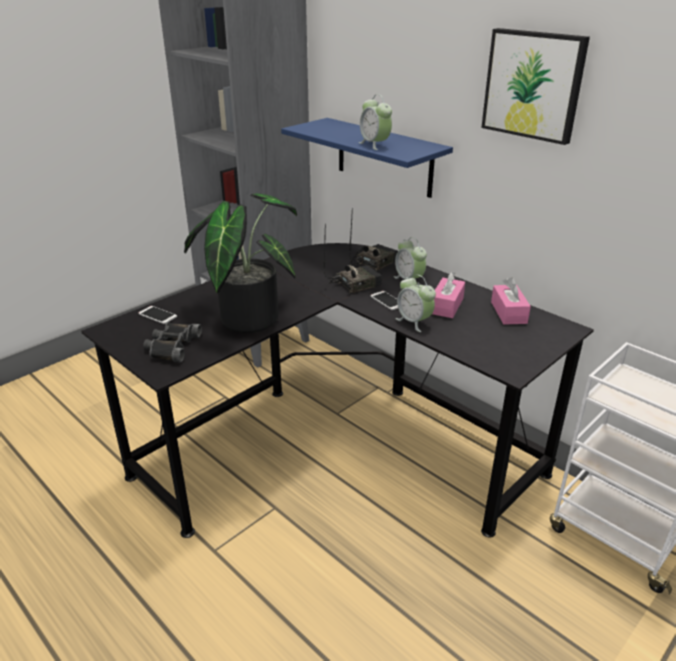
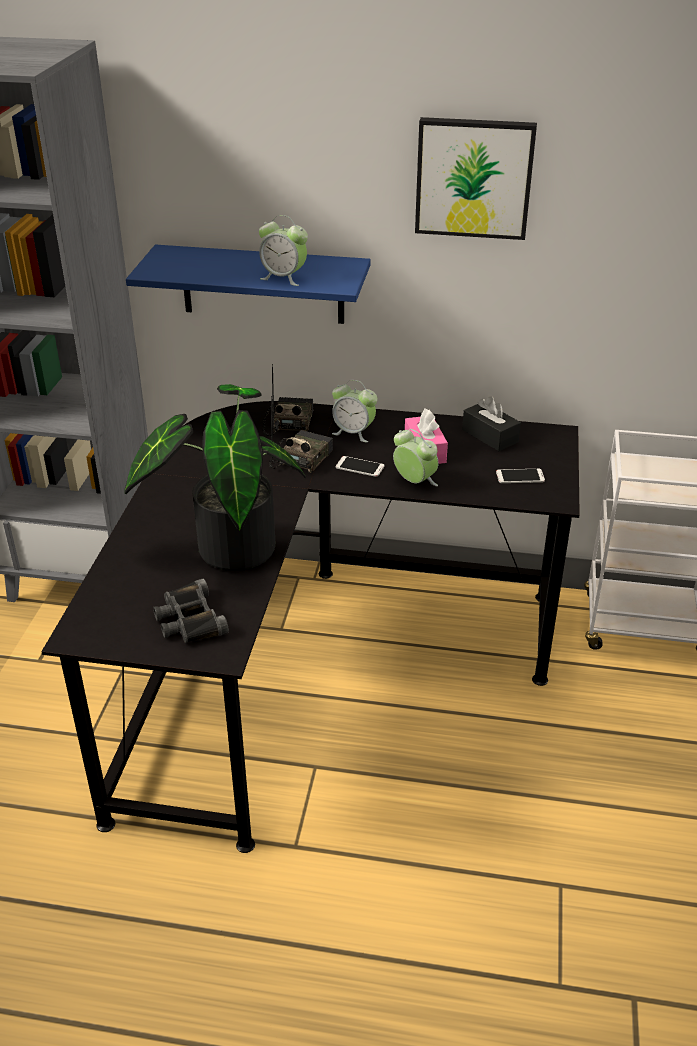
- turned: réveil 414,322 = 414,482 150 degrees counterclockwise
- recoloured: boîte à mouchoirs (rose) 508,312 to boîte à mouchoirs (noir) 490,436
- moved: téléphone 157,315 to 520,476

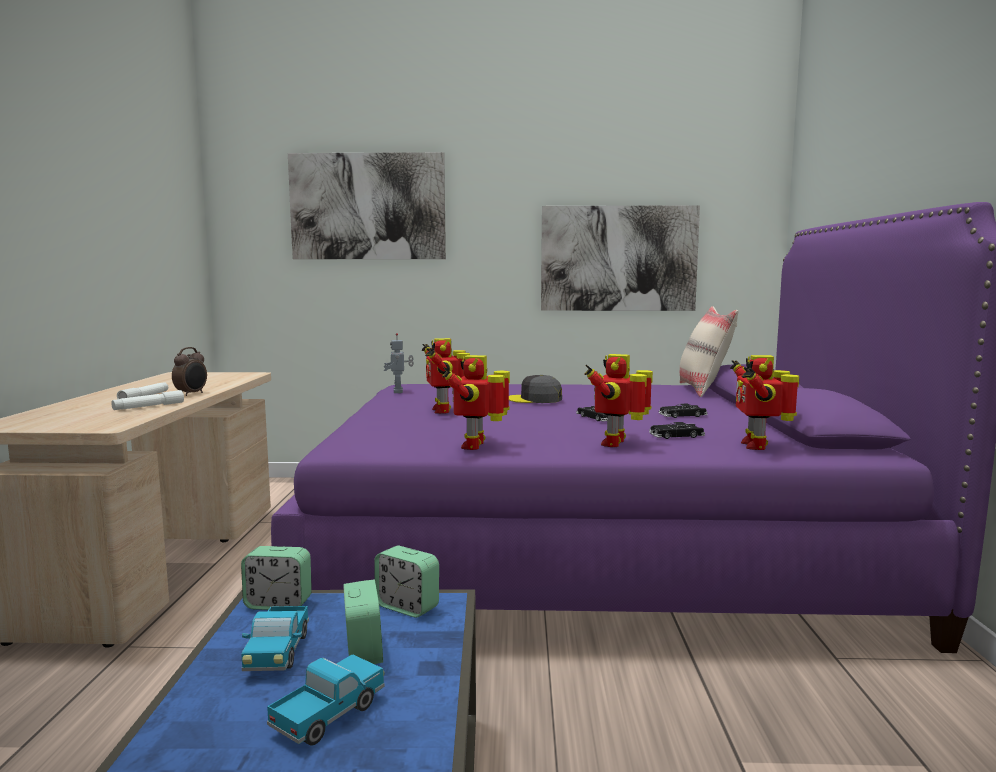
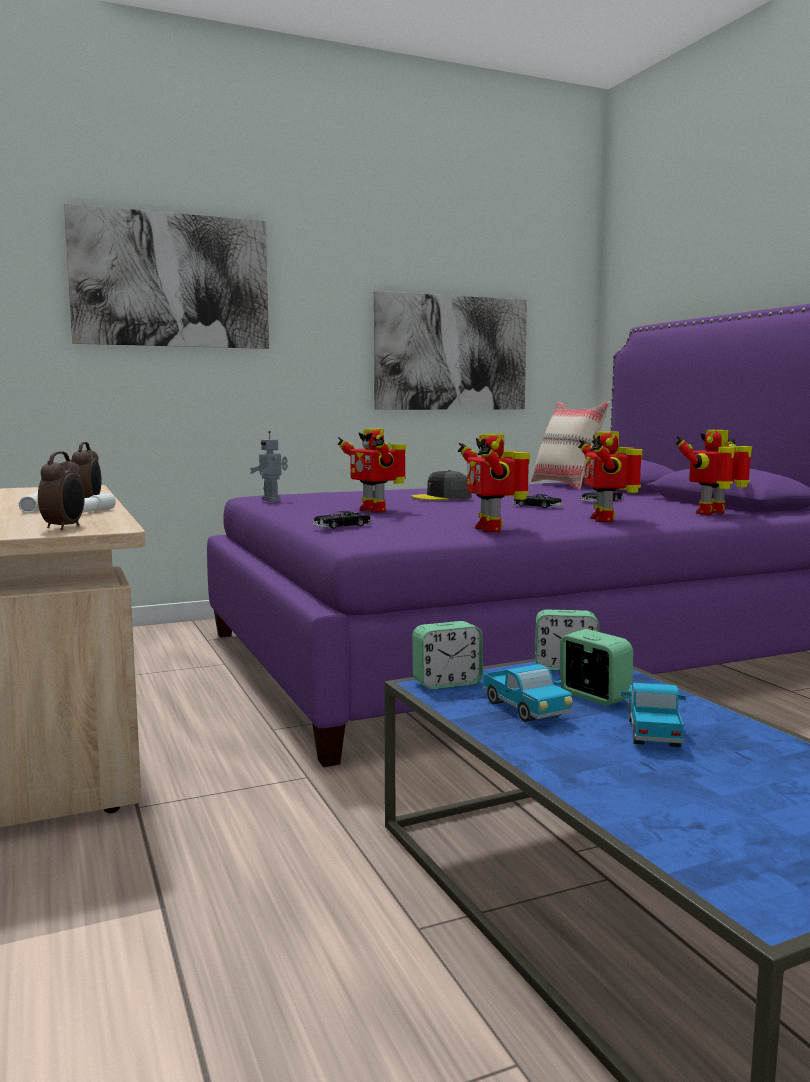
- added: réveil 65,528
- moved: petite voiture (noir) 676,436 to 342,526
- turned: robot jouet 757,445 = 713,513 75 degrees clockwise

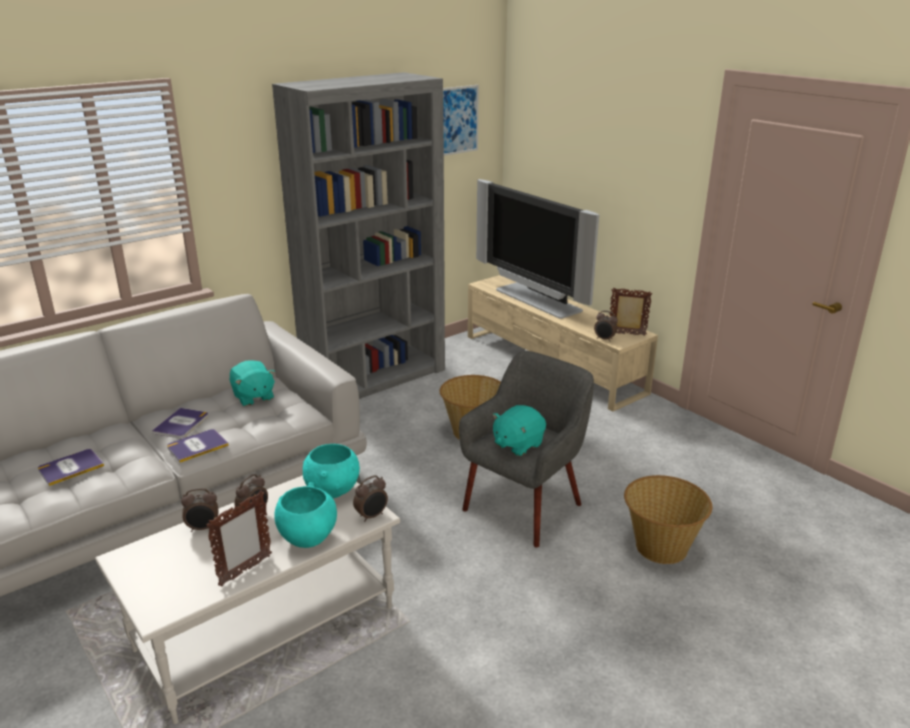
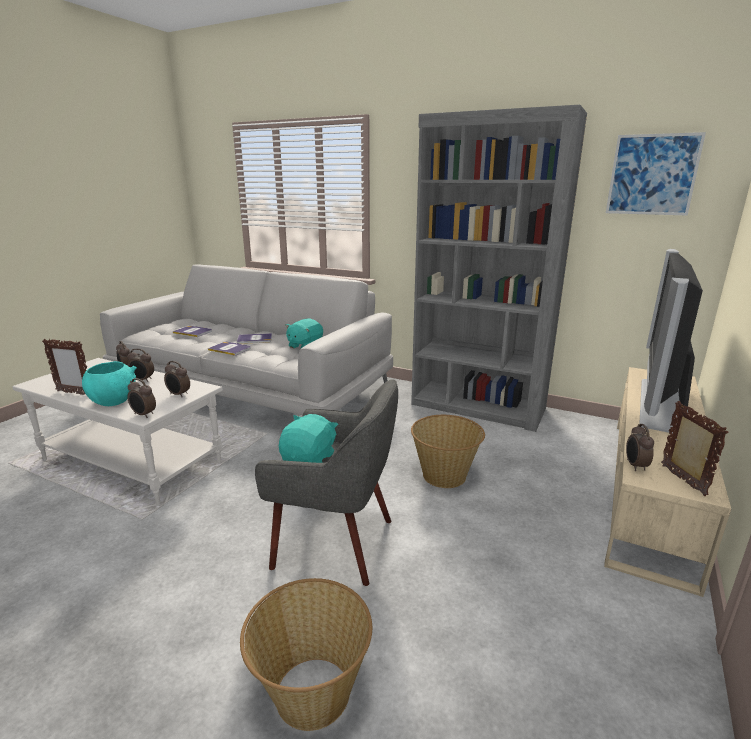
- replaced: bol (turquoise) 333,491 to réveil 178,395
- turned: peluche (turquoise) 517,444 = 309,459 90 degrees clockwise

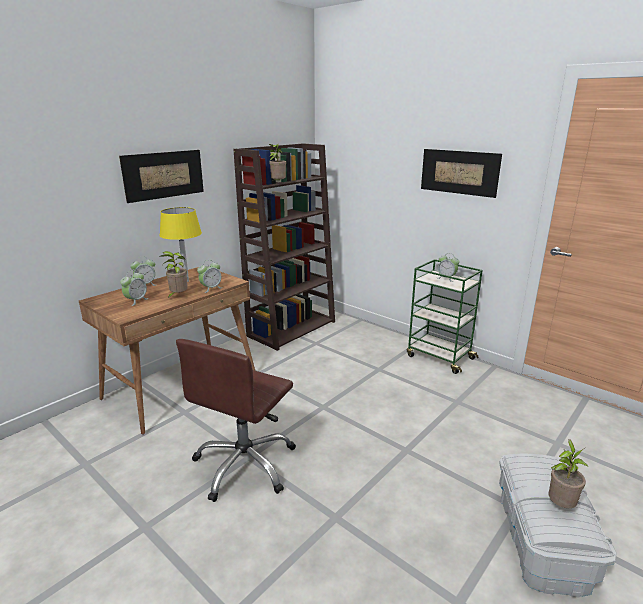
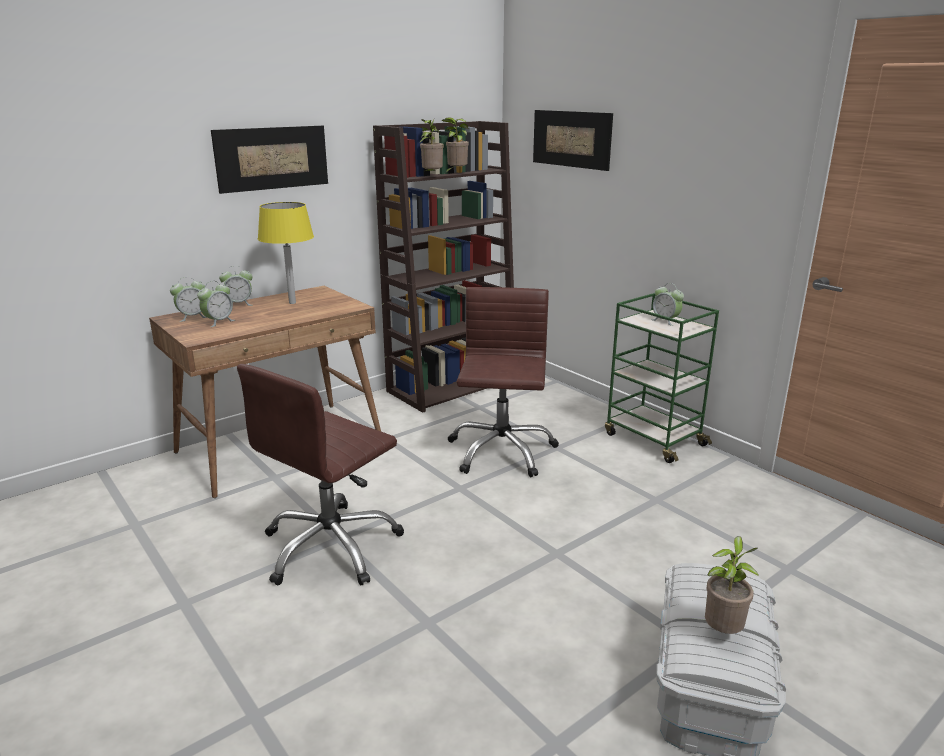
- moved: réveil 211,288 to 192,317
- moved: plante en pot 178,296 to 456,173
- added: chaise de bureau (marron) 501,451
- moved: tableau 459,172 to 571,139

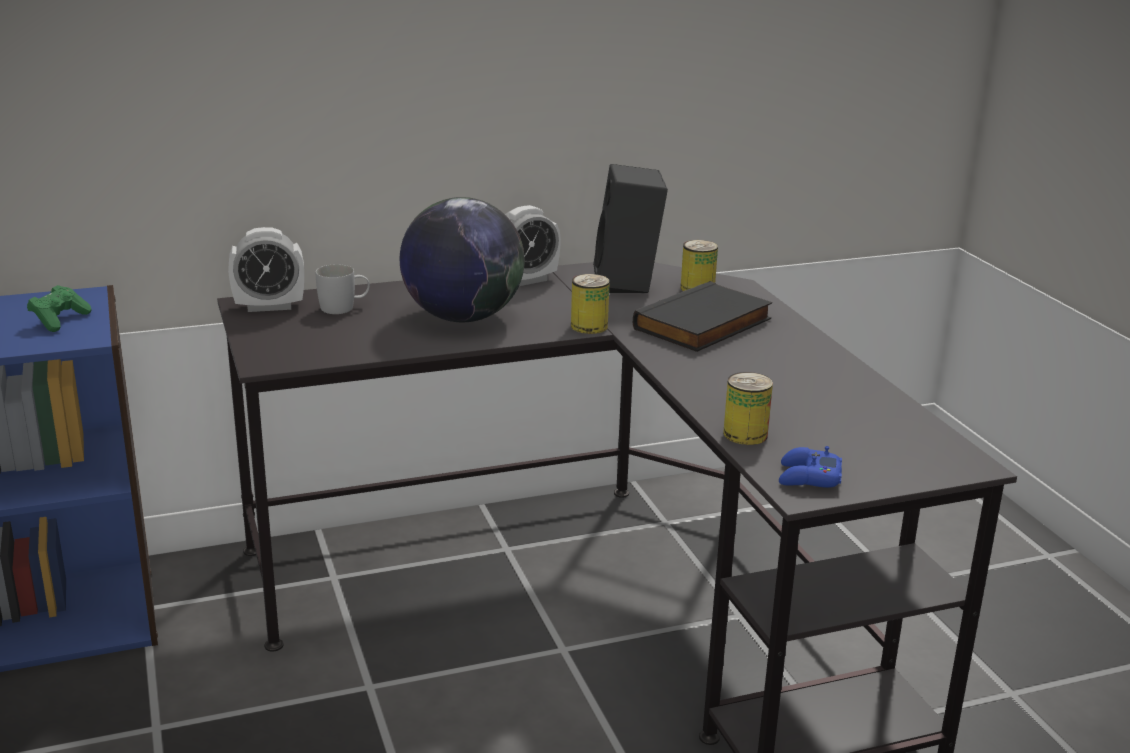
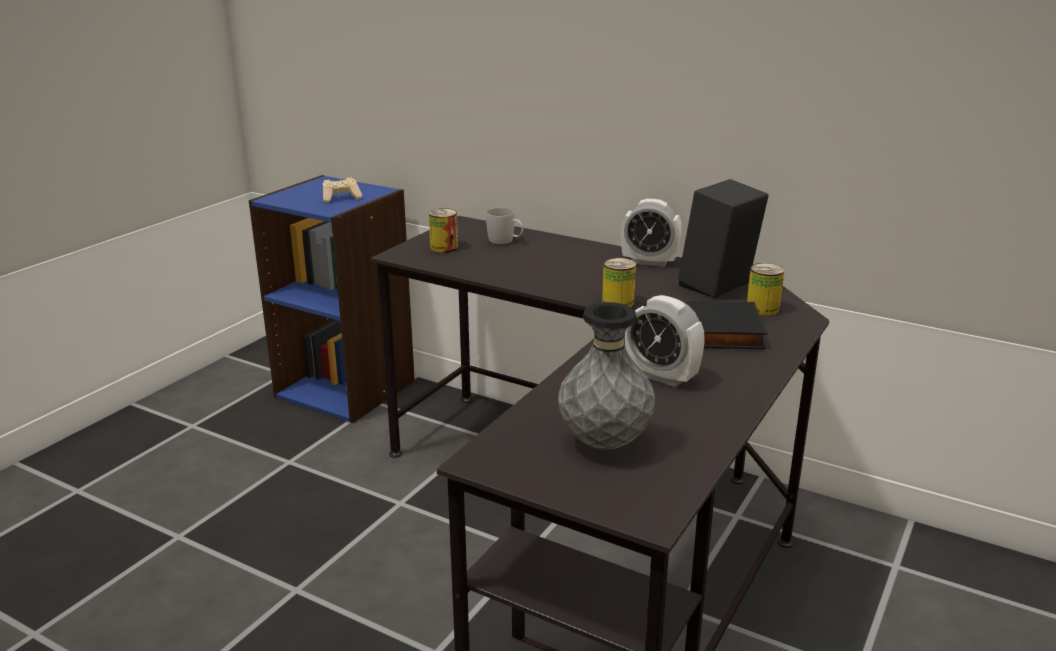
- recoloured: manette (vert) 59,320 to manette (beige) 341,198
- moved: boîte métallique 745,434 to 444,247
- added: vase (gris) 605,443
- moved: réveil 269,306 to 661,376
- removed: globe 462,317
- removed: manette (bleu) 808,477

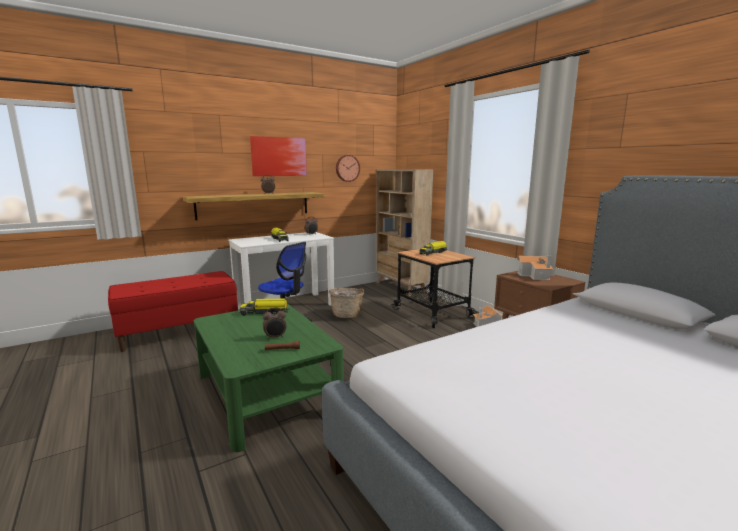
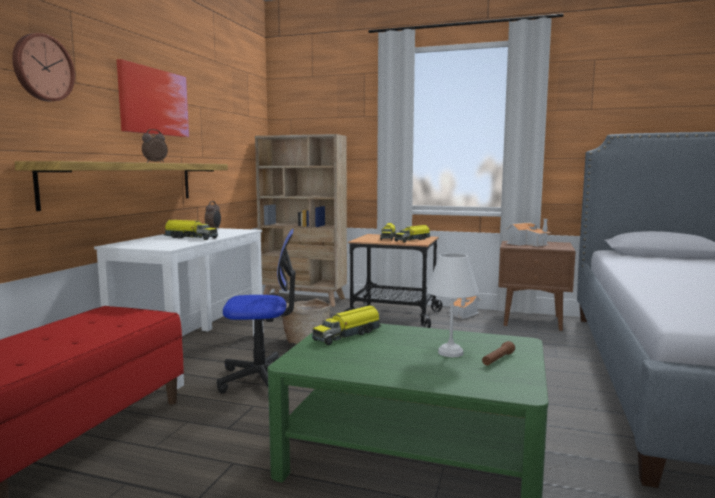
- moved: horloge murale 347,168 to 42,68
- added: camion jouet 412,240
- replaced: réveil 275,337 to lampe de table (blanc) 449,352

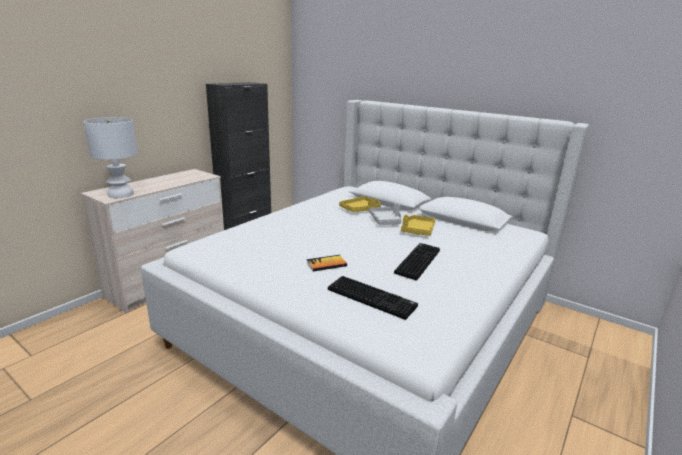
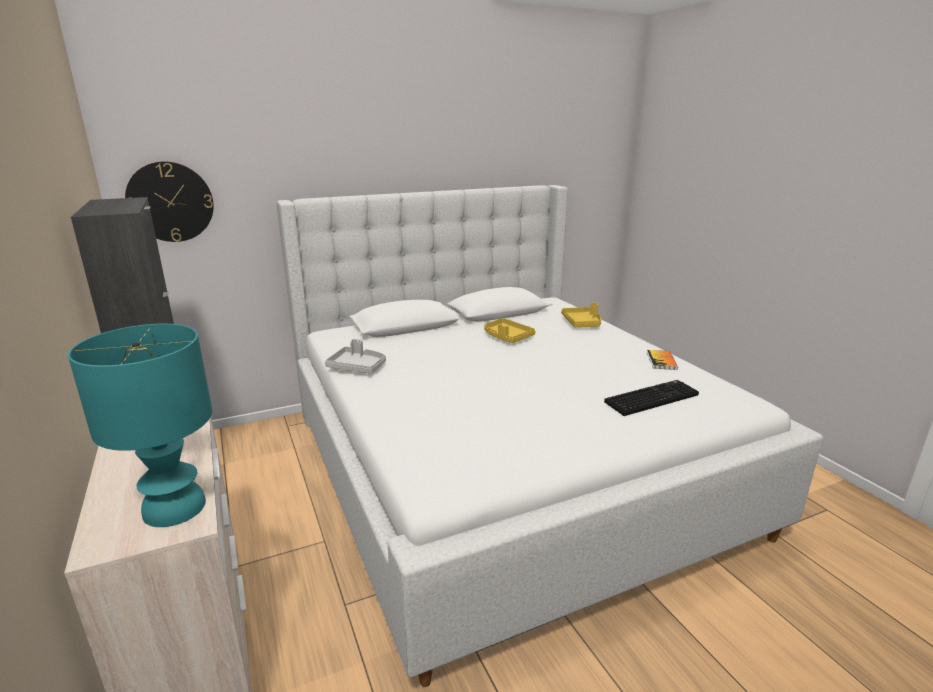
- recoloured: lampe de table (blanc) 121,194 to lampe de table (turquoise) 174,507
- added: horloge murale 170,202
- moved: plateau (gris) 386,220 to 357,367
- moved: plateau (jaune) 360,209 to 582,323
- moved: livre 326,264 to 661,361
- removed: clavier 417,261

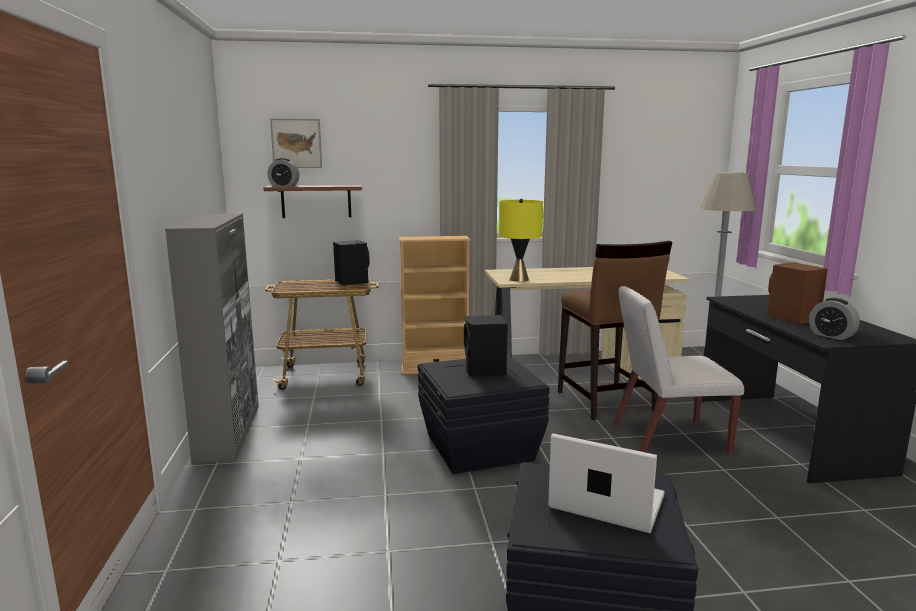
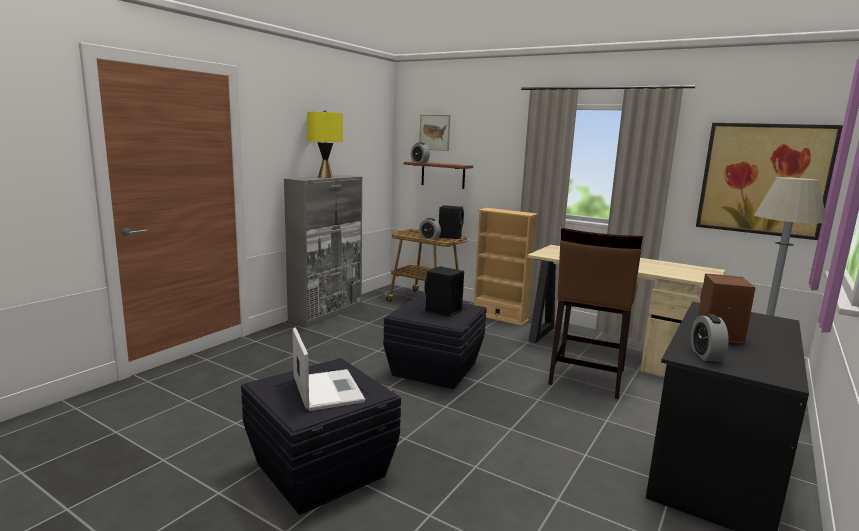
- moved: lampe de table (jaune) 519,279 to 325,177
- added: réveil 429,238
- added: tableau 763,179
- removed: chaise (blanc) 668,439

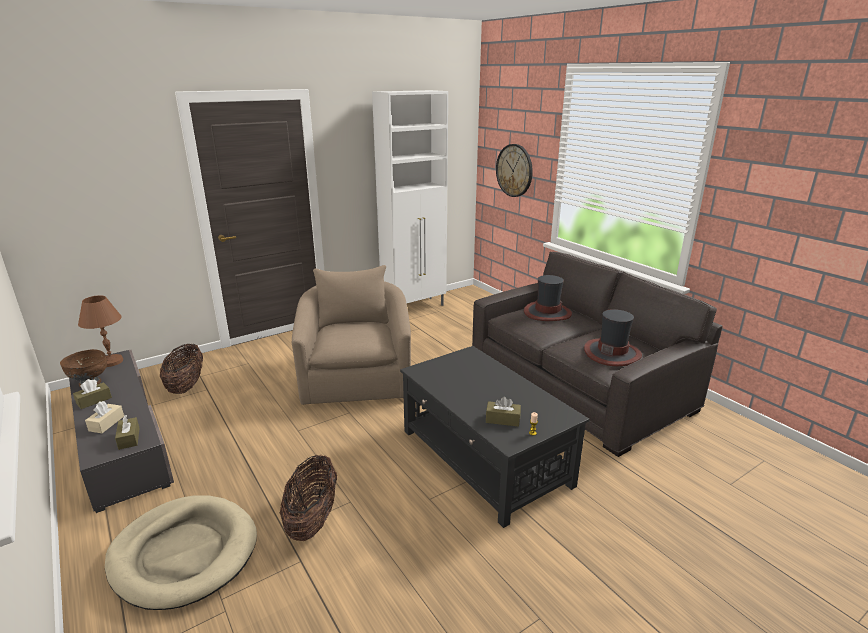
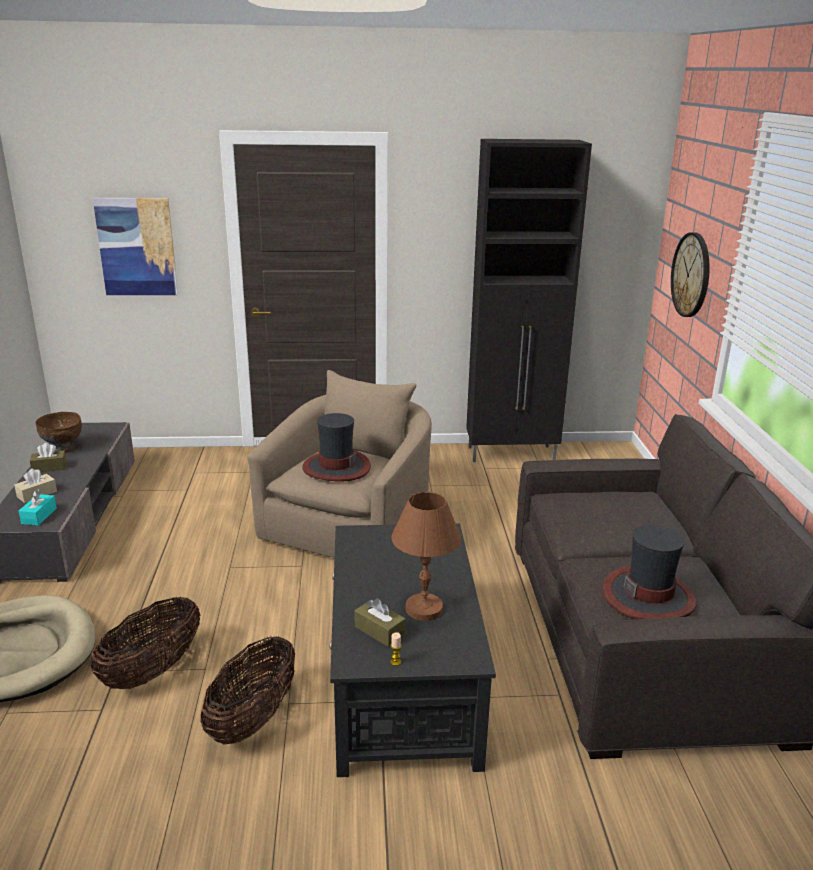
- recoloured: boîte à mouchoirs (marron) 129,438 to boîte à mouchoirs (turquoise) 39,516
- added: tableau 137,247
- moved: panier 186,385 to 253,719
- moved: chapeau 547,313 to 336,467
- moved: lampe de table (marron) 111,361 to 424,608
- recoloured: meuble de rangement (blanc) 415,307 to meuble de rangement (noir) 512,454

